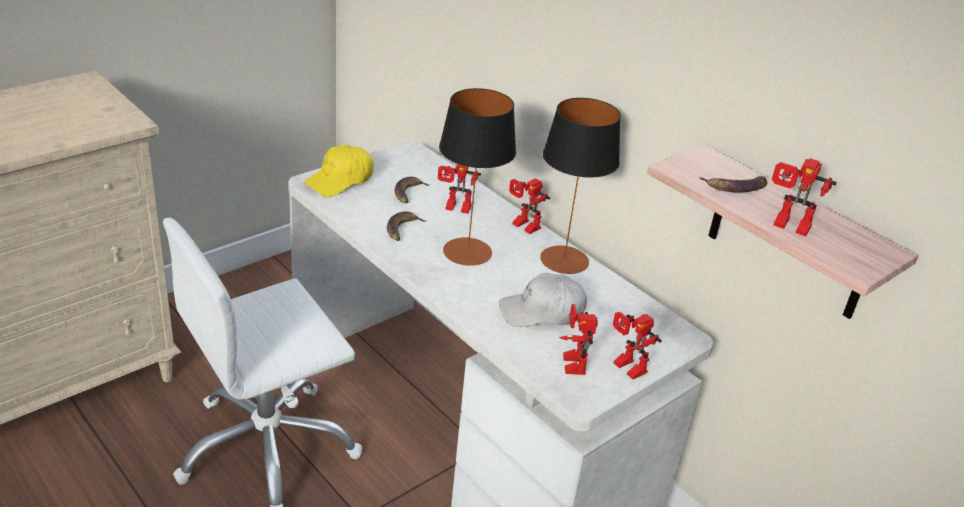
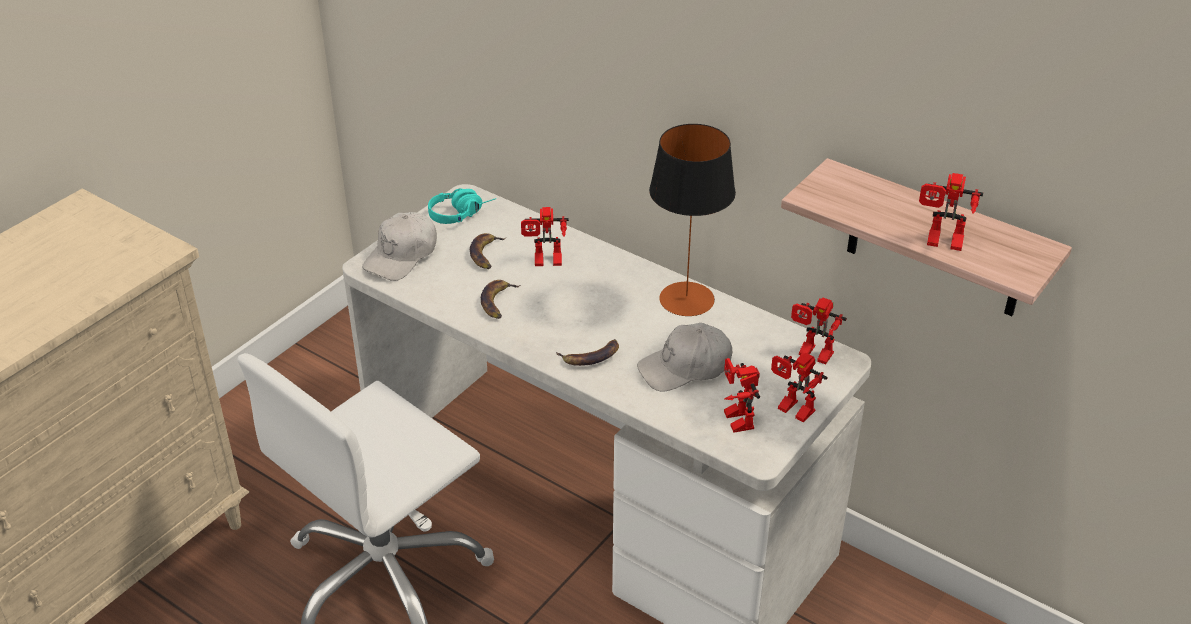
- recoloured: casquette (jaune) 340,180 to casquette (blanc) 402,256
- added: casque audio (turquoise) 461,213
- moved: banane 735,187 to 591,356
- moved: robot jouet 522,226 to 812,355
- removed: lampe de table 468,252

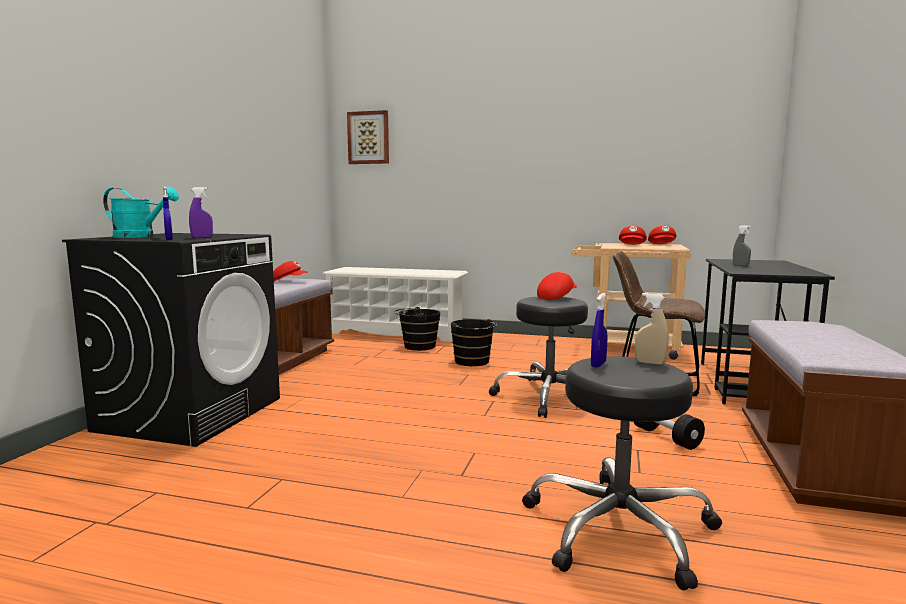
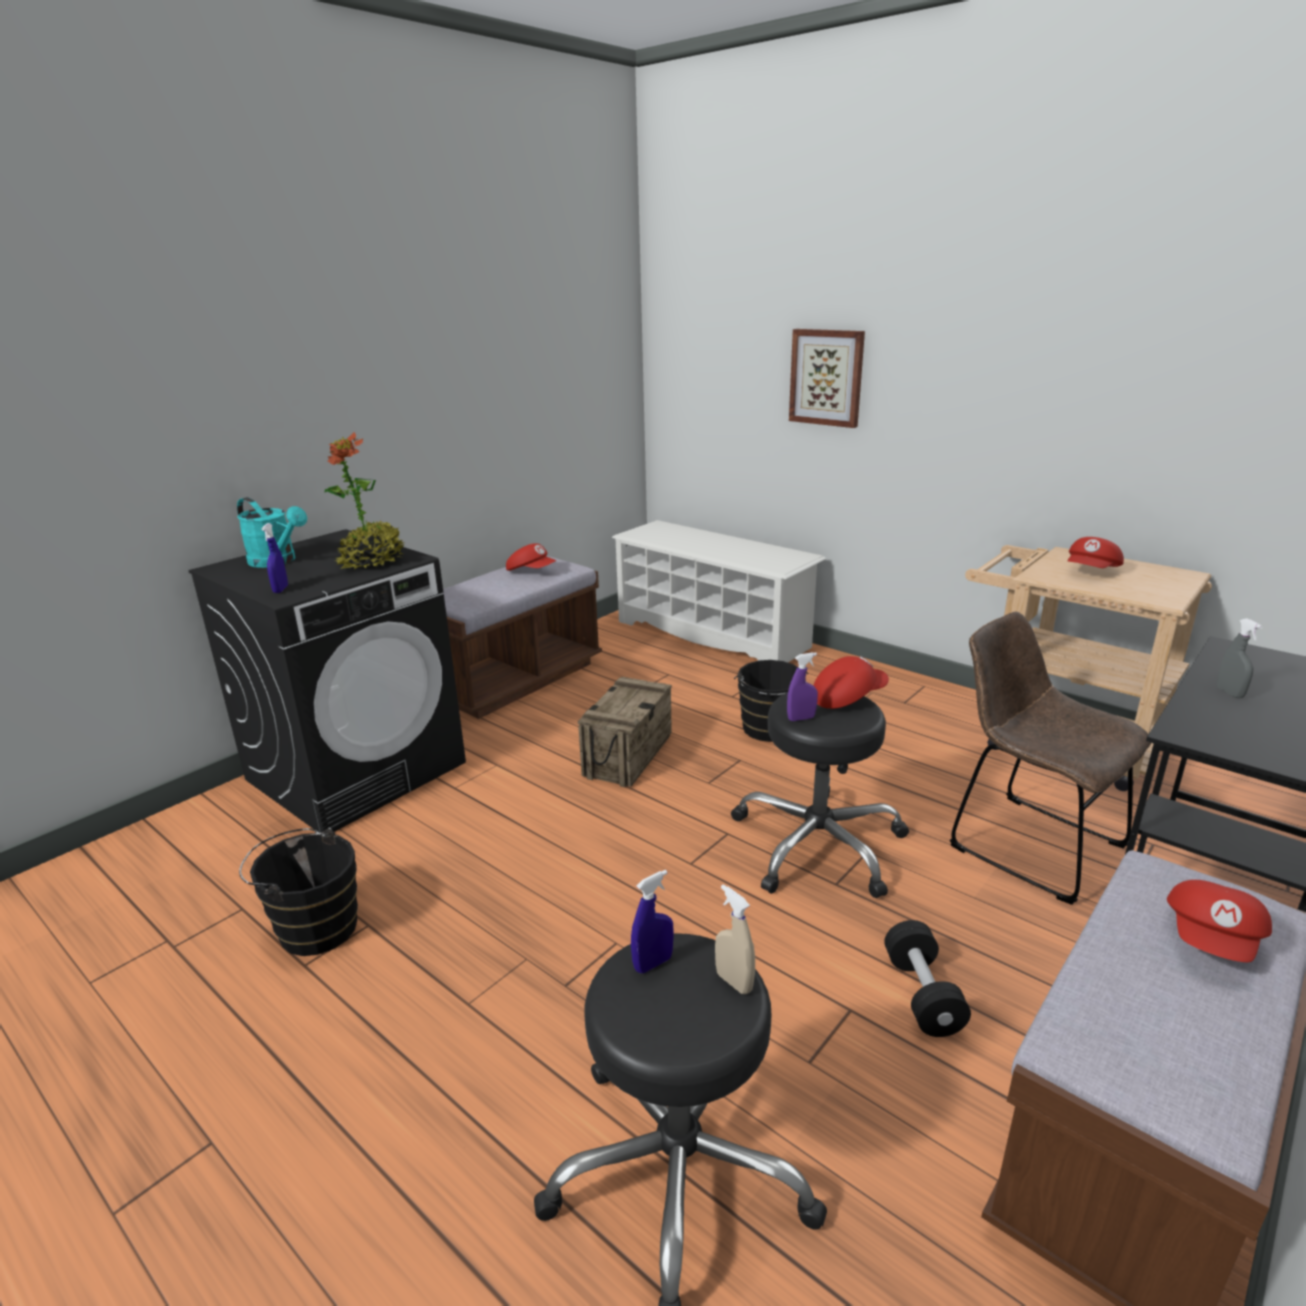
- moved: seau (noir) 417,346 to 313,927
- added: plante en pot 372,561
- added: caisse 627,755
- moved: vaporisateur (violet) 202,237 to 801,718
- moved: tableau 368,138 to 827,377
- moved: casquette (rouge) 662,245 to 1213,940

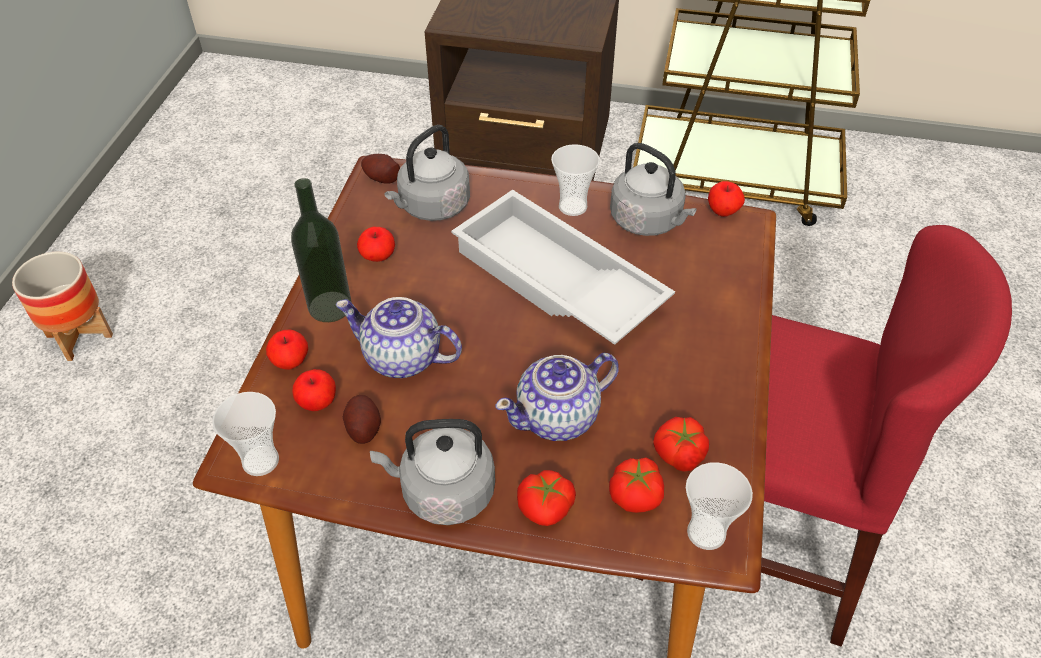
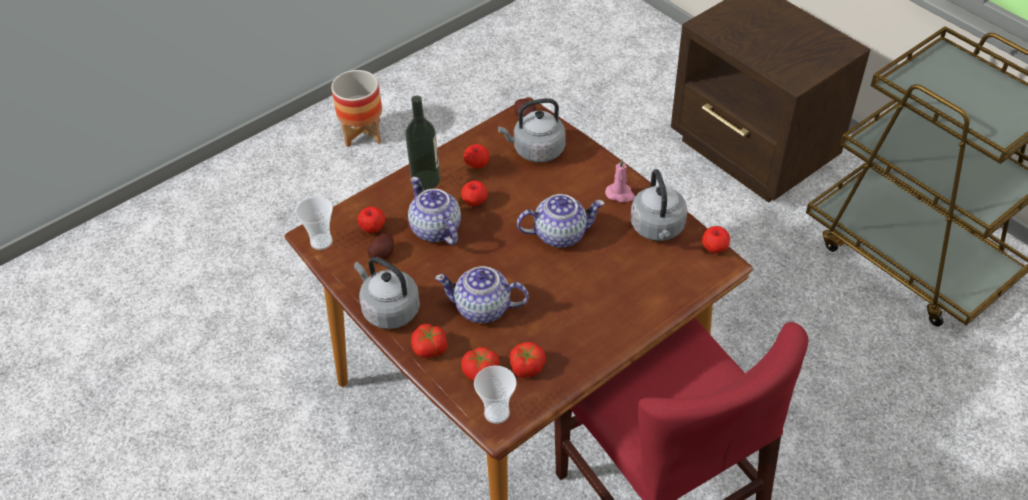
- moved: pomme 290,362 to 474,202
- replaced: plateau (blanc) 554,282 to théière 560,234
- replaced: tasse 572,206 to bougie (rose) 620,194

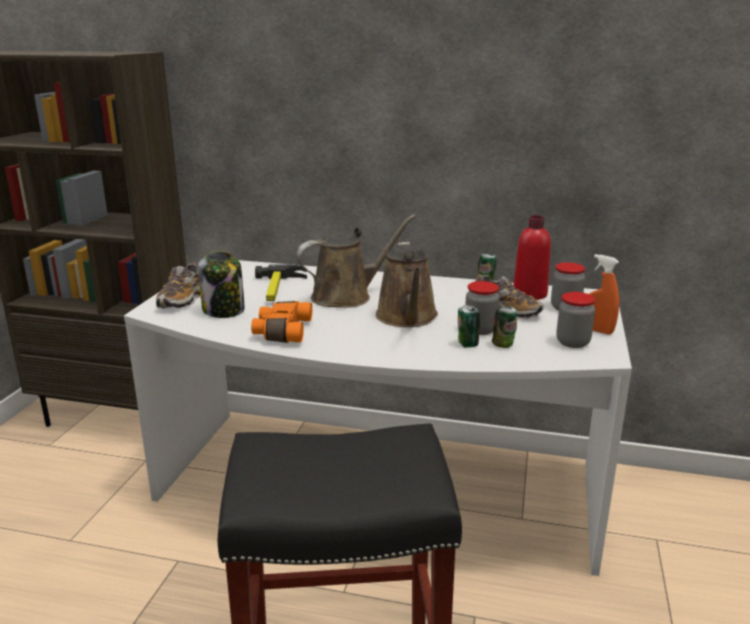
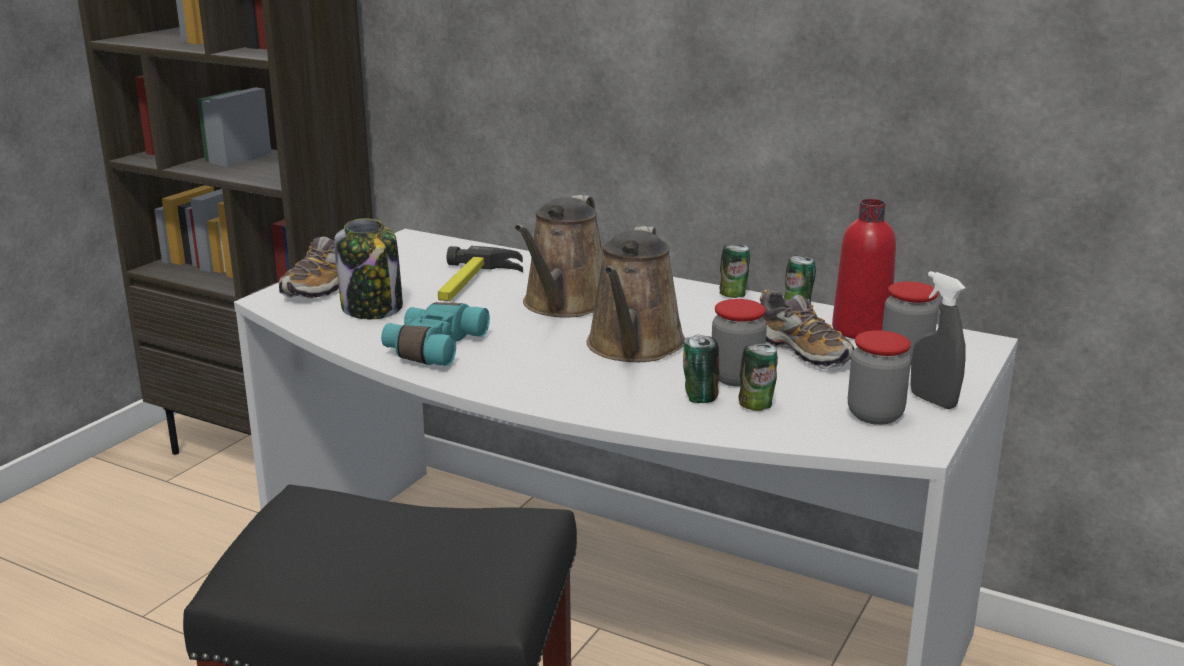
- recoloured: jumelles (orange) 281,332 to jumelles (turquoise) 432,348
- turned: arrosoir (marron) 347,296 = 565,305 120 degrees clockwise
- added: boîte métallique 733,295
- recoloured: vaporisateur (orange) 597,331 to vaporisateur (gris) 933,401

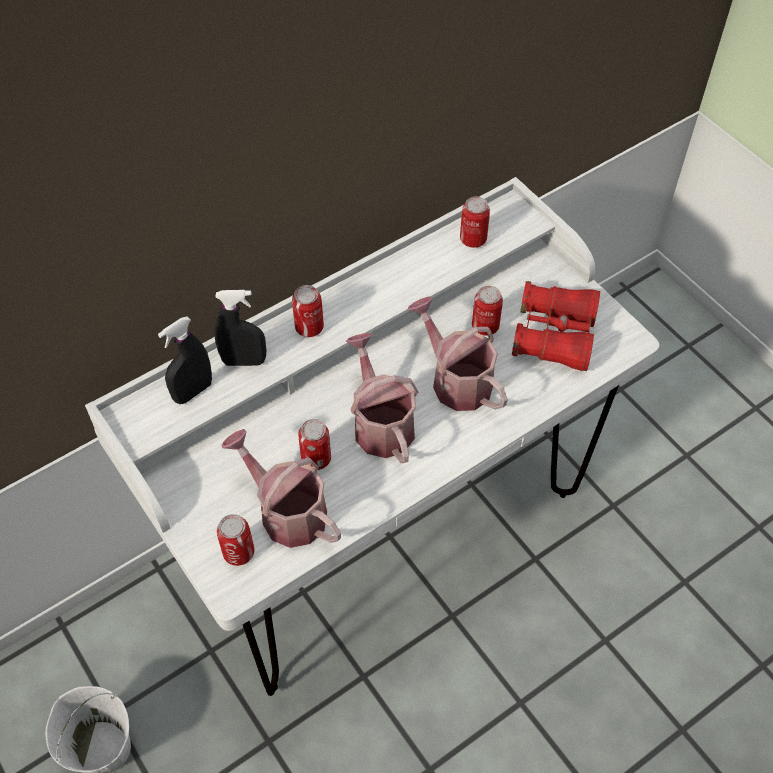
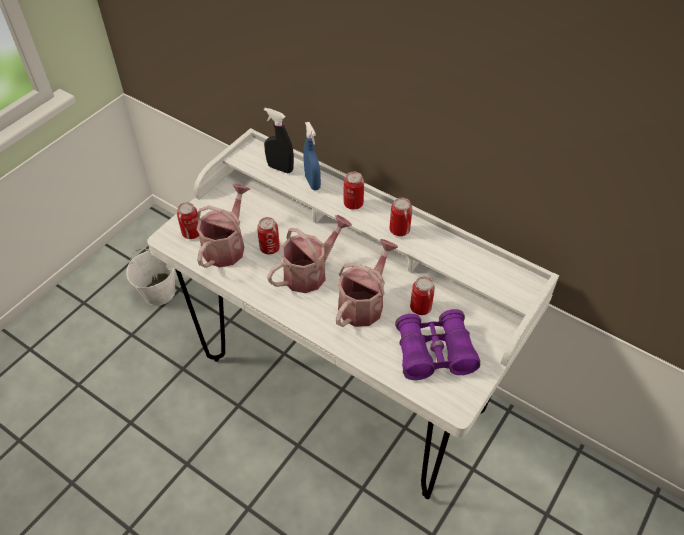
- recoloured: vaporisateur (noir) 244,361 to vaporisateur (bleu) 312,182
- moved: boîte métallique 473,239 to 399,230
- recoloured: jumelles (rouge) 554,336 to jumelles (violet) 434,352

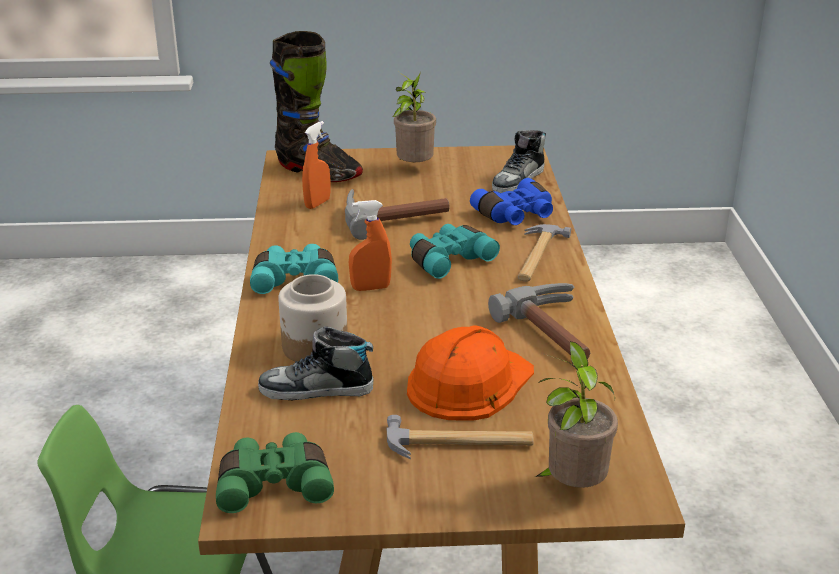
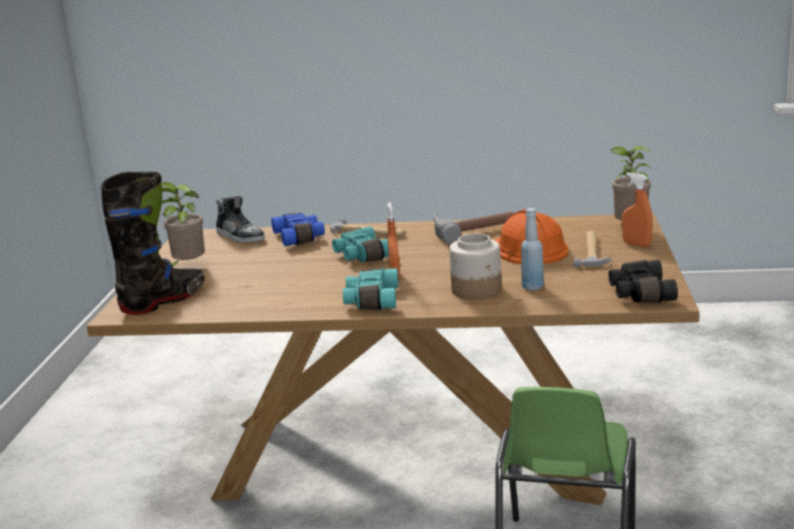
- replaced: chaussure 316,389 to bouteille (bleu) 532,287
- recoloured: jumelles (vert) 274,484 to jumelles (noir) 639,293
- moved: vaporisateur (orange) 317,203 to 636,244
- removed: marteau 393,217

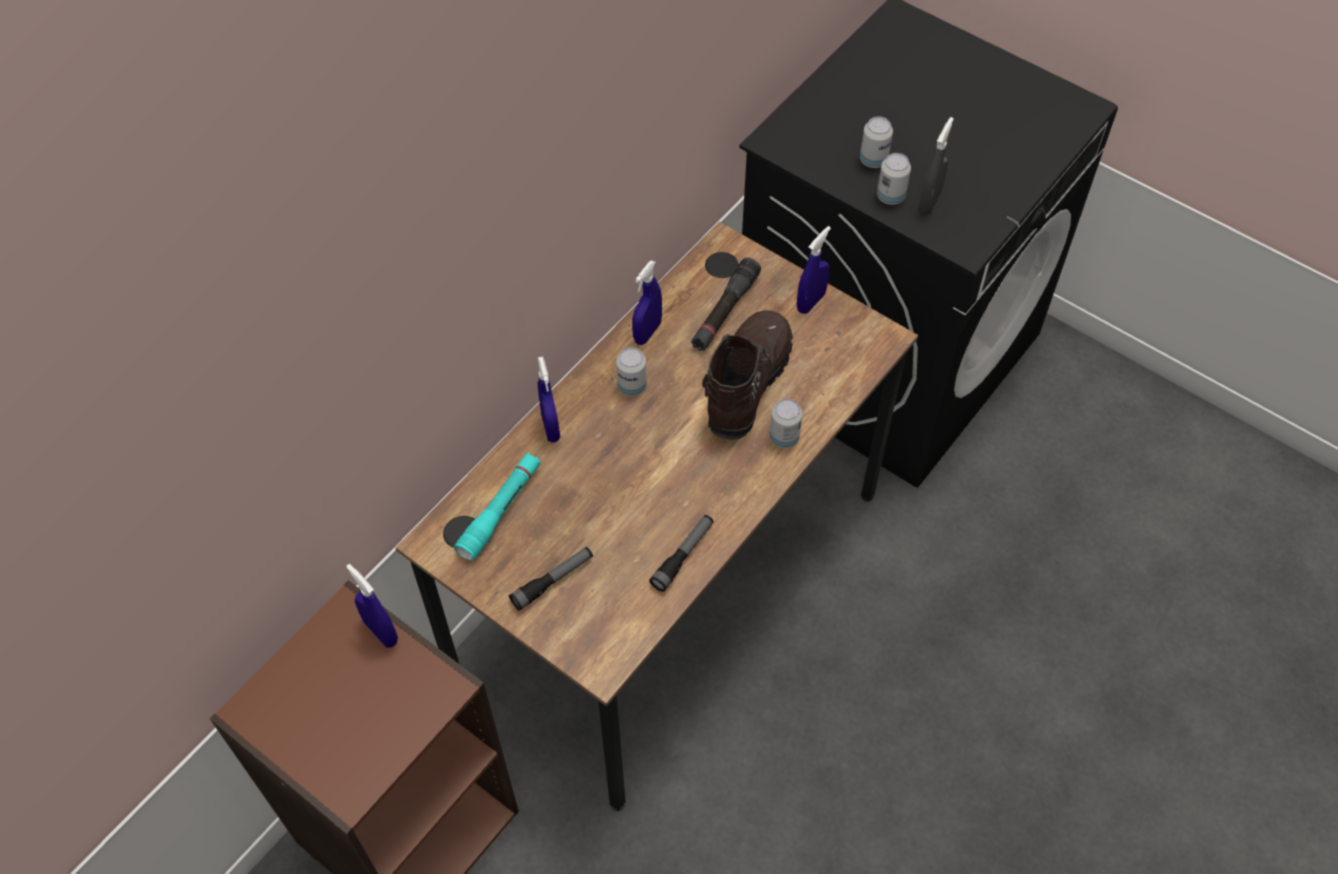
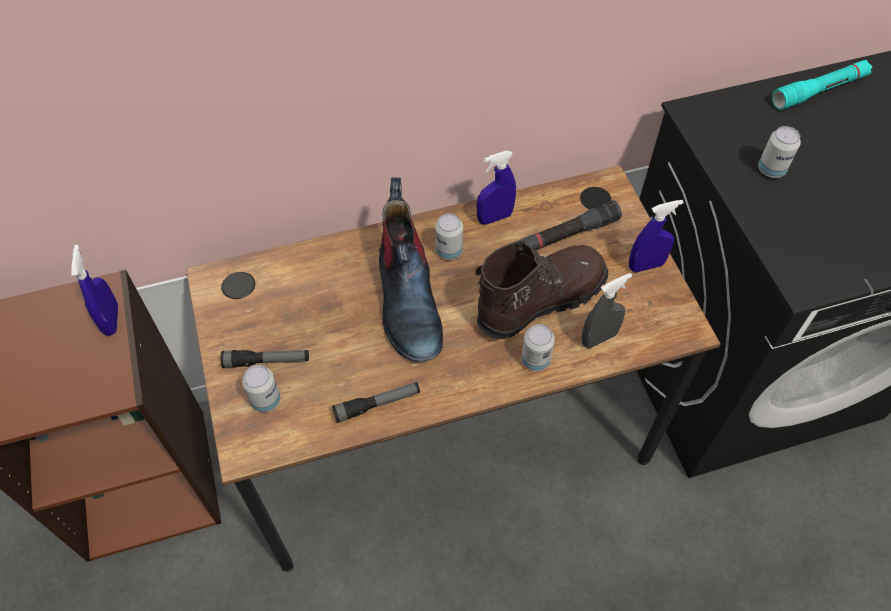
- moved: boîte métallique 890,196 to 266,400
- added: botte 408,300
- moved: vaporisateur (gris) 929,202 to 599,338
- moved: lampe de poche (turquoise) 500,511 to 819,91
- removed: vaporisateur (bleu) 550,427

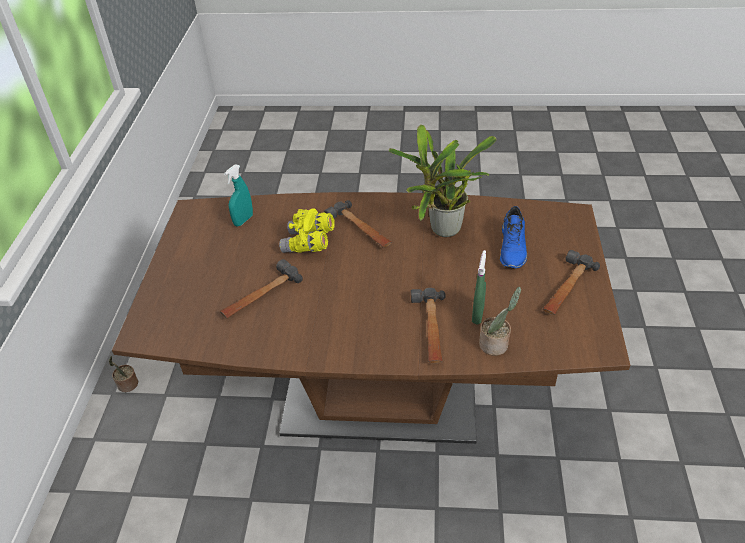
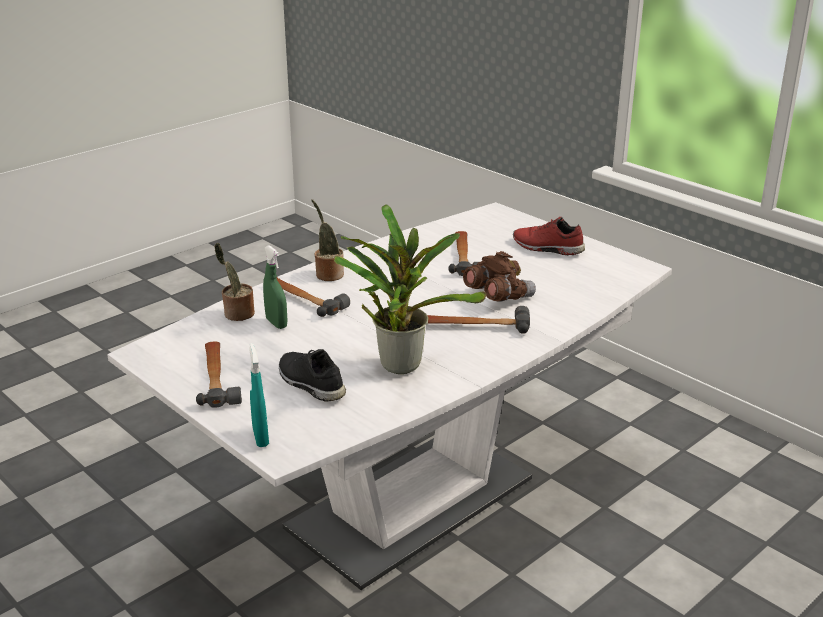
- recoloured: table à manger (marron) 380,400 to table à manger (blanc) 411,504
- moved: vaporisateur (turquoise) 243,220 to 260,437
- recoloured: chaussure (bleu) 513,248 to chaussure (noir) 309,384
- moved: plante en pot 127,385 to 328,274
- recoloured: jumelles (jaune) 309,244 to jumelles (marron) 497,296
- added: chaussure (rouge) 546,248

